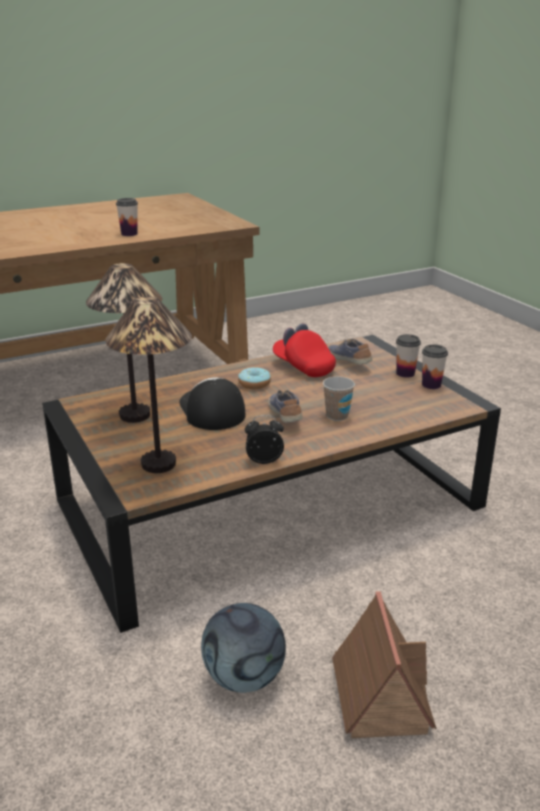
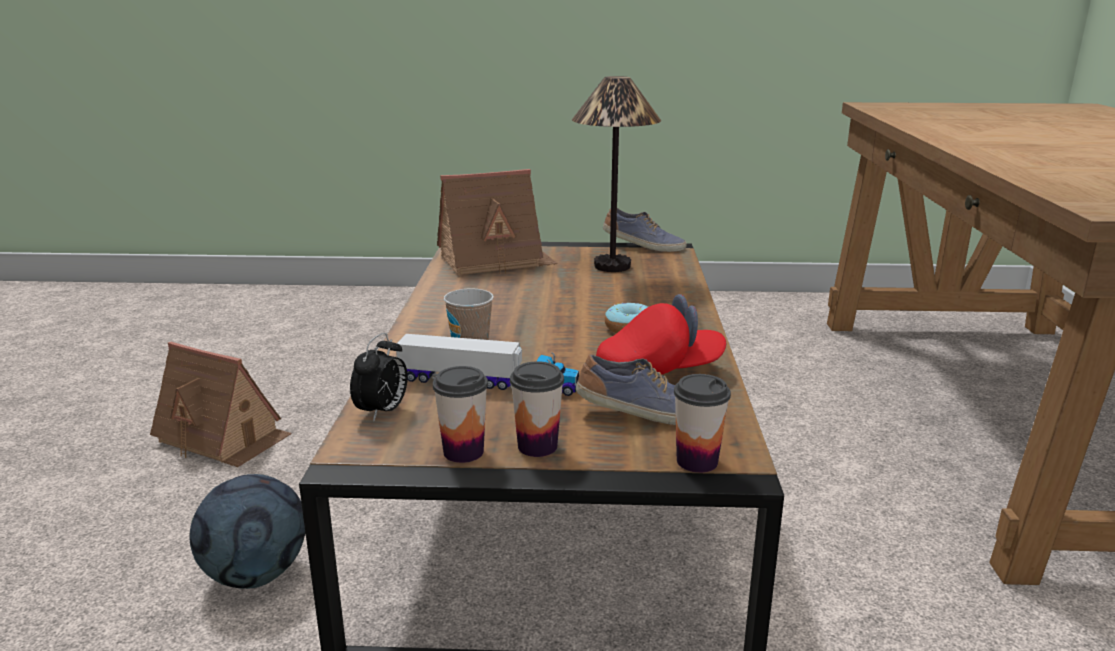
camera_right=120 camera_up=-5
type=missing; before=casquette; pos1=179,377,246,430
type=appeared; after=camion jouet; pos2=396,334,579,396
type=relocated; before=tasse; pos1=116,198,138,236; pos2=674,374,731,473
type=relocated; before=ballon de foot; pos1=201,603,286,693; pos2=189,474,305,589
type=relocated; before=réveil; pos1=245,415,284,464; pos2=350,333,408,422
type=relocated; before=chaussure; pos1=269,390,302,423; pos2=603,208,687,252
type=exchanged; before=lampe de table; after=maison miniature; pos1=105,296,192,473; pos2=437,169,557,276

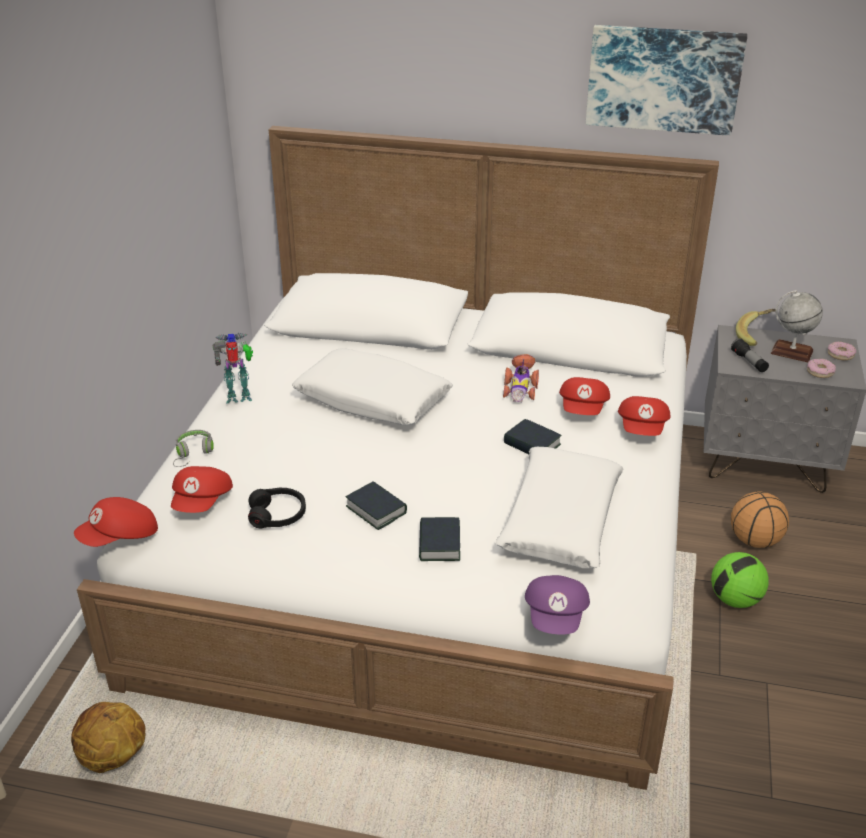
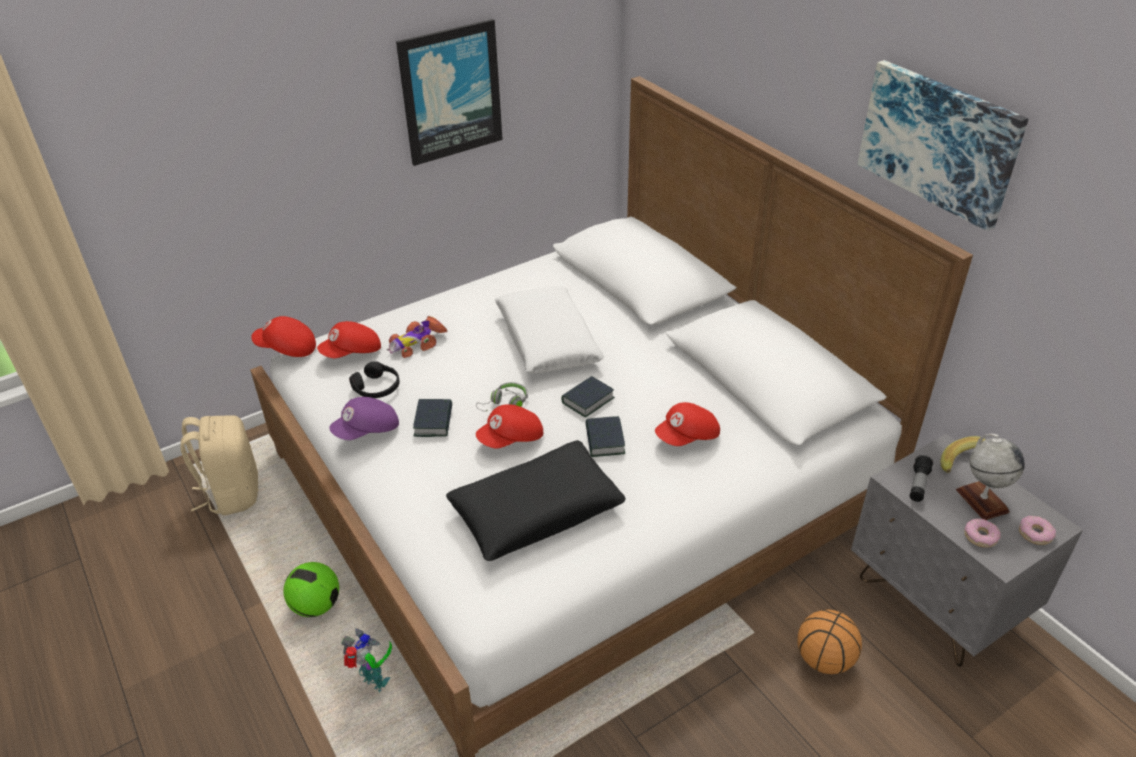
camera_right=45 camera_up=5
type=appeared; after=tableau; pos2=396,19,503,166
type=relocated; before=casque audio [gris]; pos1=173,430,214,467; pos2=476,382,528,412
type=relocated; before=robot jouet; pos1=213,333,253,403; pos2=341,628,392,692
type=relocated; before=livre; pos1=419,517,460,561; pos2=561,376,615,417
type=relocated; before=petite voiture; pos1=503,354,539,403; pos2=387,316,448,358
type=relocated; before=casquette [violet]; pos1=525,575,590,635; pos2=329,397,399,440
type=relocated; before=casquette [rouge]; pos1=618,396,671,436; pos2=476,404,543,448
type=relocated; before=ballon de foot; pos1=711,552,769,608; pos2=284,562,339,617
type=exchanged; before=ballon de basket; after=sac à dos [beige]; pos1=71,702,145,773; pos2=181,415,259,515
type=colour; before=coussin [blanc]; after=coussin [noir]; pos1=495,447,623,569; pos2=446,440,626,561

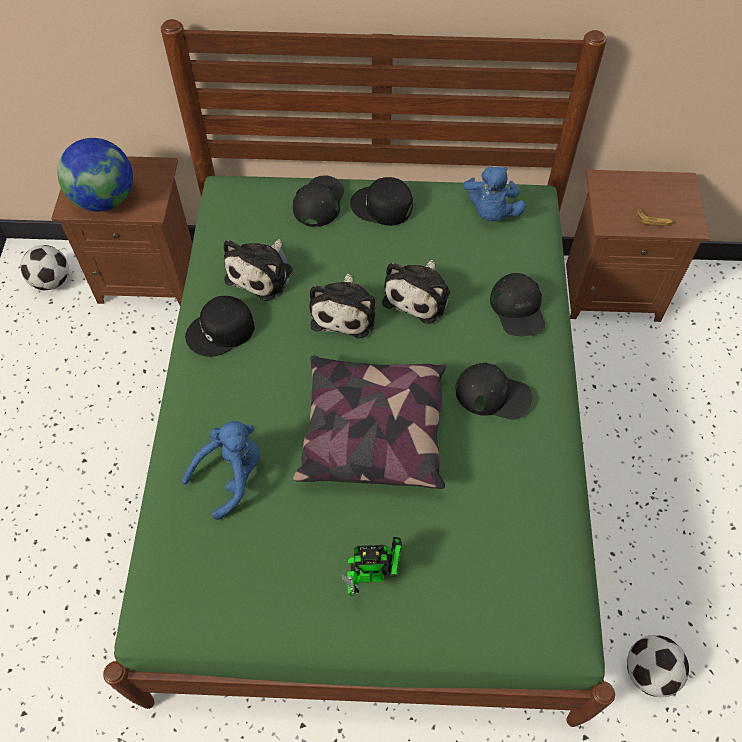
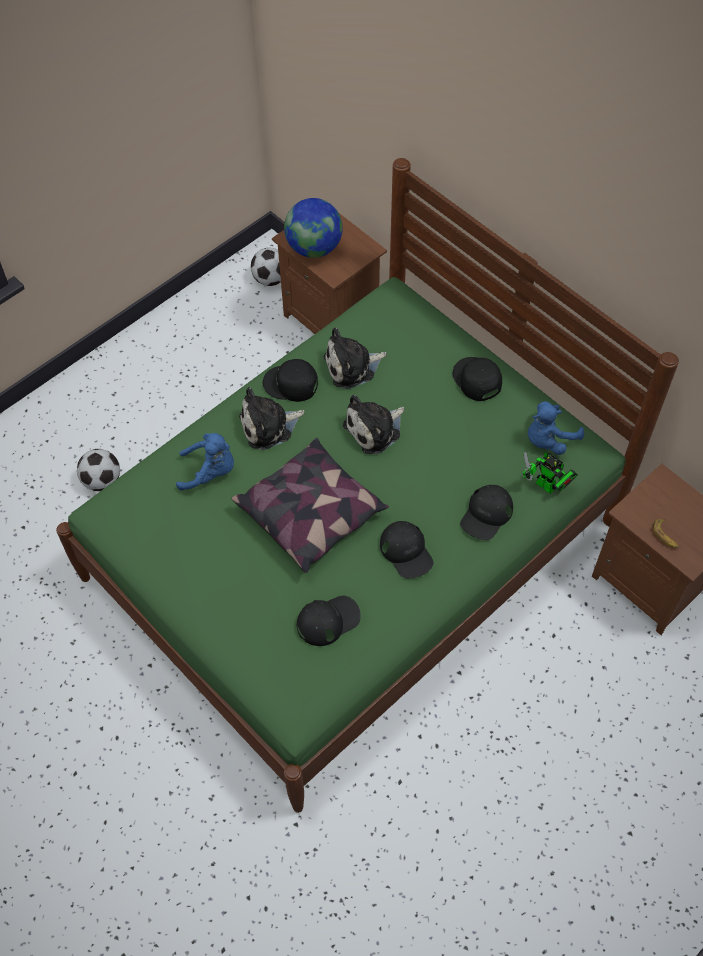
camera_right=45 camera_up=0
type=relocated; before=casquette [noir]; pos1=293,175,344,227; pos2=297,596,361,646
type=relocated; before=robot jouet; pos1=341,537,402,596; pos2=523,452,578,494
type=relocated; before=peluche; pos1=382,260,450,324; pos2=239,387,305,450
type=relocated; before=ballon de foot; pos1=627,635,689,697; pos2=77,449,120,491

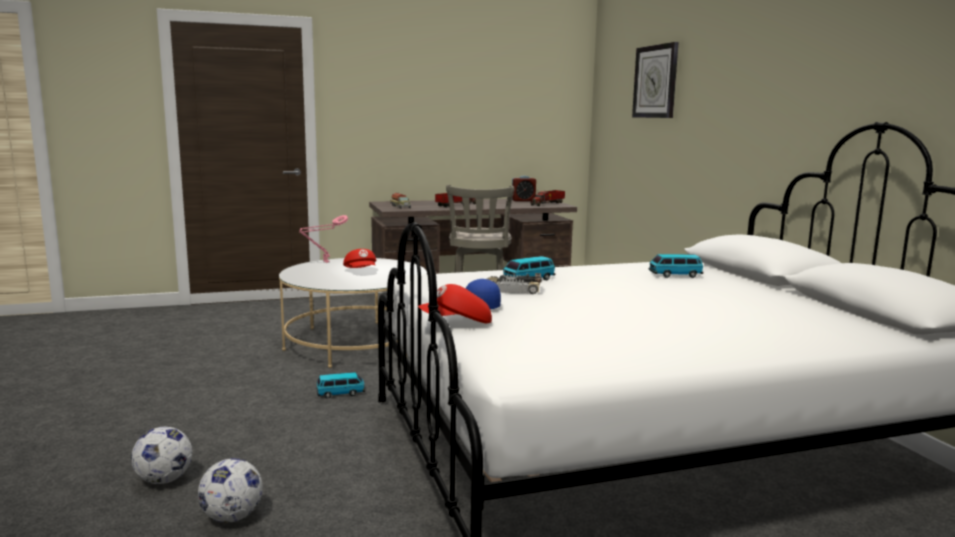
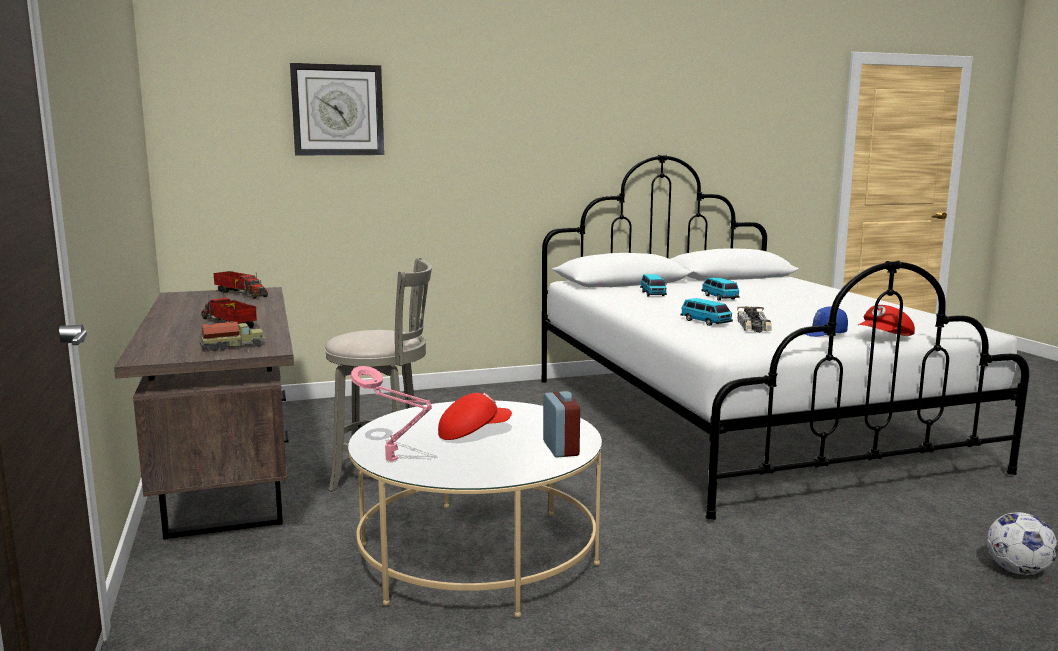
camera_right=-90 camera_up=0
type=missing; before=ballon de foot; pos1=131,427,193,484
type=relocated; before=petite voiture; pos1=317,372,365,398; pos2=701,277,740,300
type=relocated; before=réveil; pos1=512,176,536,201; pos2=543,391,580,458
type=spun; before=casquette [rouge]; pos1=418,284,492,323; pos2=858,305,915,336; turn=75

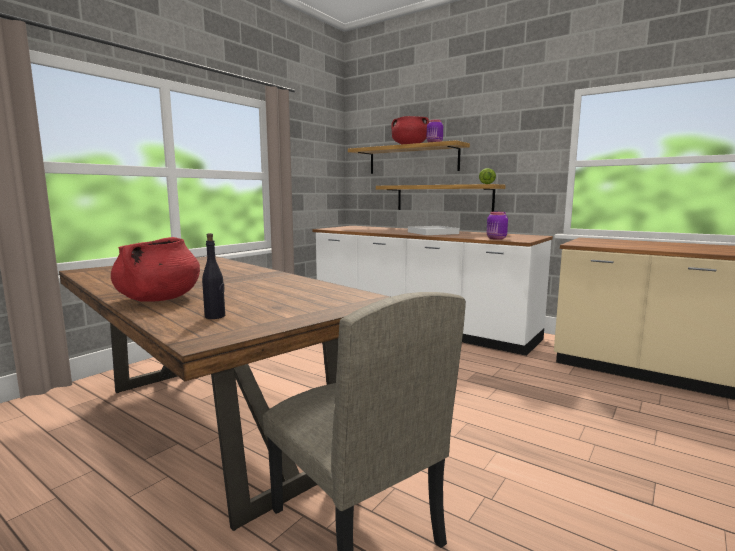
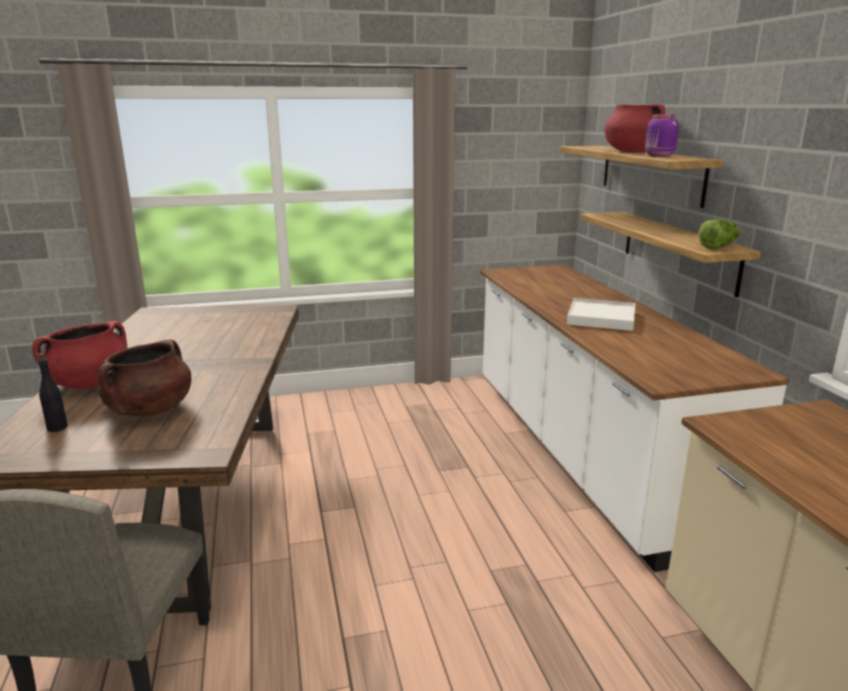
camera_right=40 camera_up=10
type=missing; before=bocal [violet]; pos1=487,212,508,240
type=appeared; after=marmite [marron]; pos2=98,339,191,417

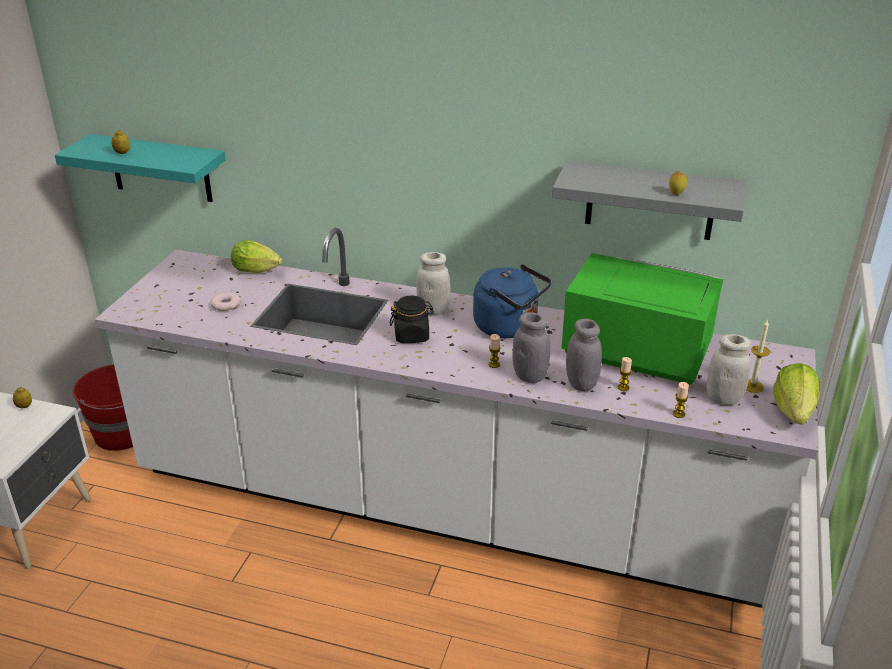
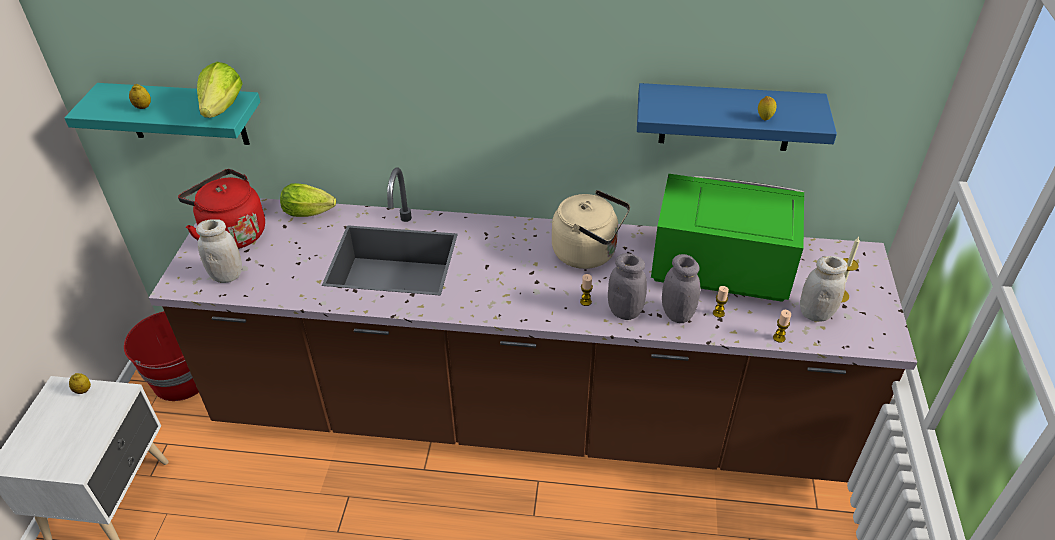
camera_right=-10 camera_up=10
type=missing; before=beignet; pos1=211,292,241,311
type=missing; before=bocal [noir]; pos1=390,295,434,343
type=appeared; after=bouilloire [rouge]; pos2=178,169,265,249
type=relocated; before=bocal [blanc]; pos1=416,252,451,315; pos2=196,219,242,283
type=relocated; before=laitue; pos1=773,363,820,425; pos2=197,62,243,118
type=colour; before=comptoir de cuisine [blanc]; after=comptoir de cuisine [marron]; pos1=94,228,819,608; pos2=149,167,917,482
type=colour; before=bouilloire [bleu]; after=bouilloire [beige]; pos1=473,264,552,338; pos2=552,190,630,269
type=colour; before=étagère [gris]; after=étagère [bleu]; pos1=552,161,747,240; pos2=637,83,837,151

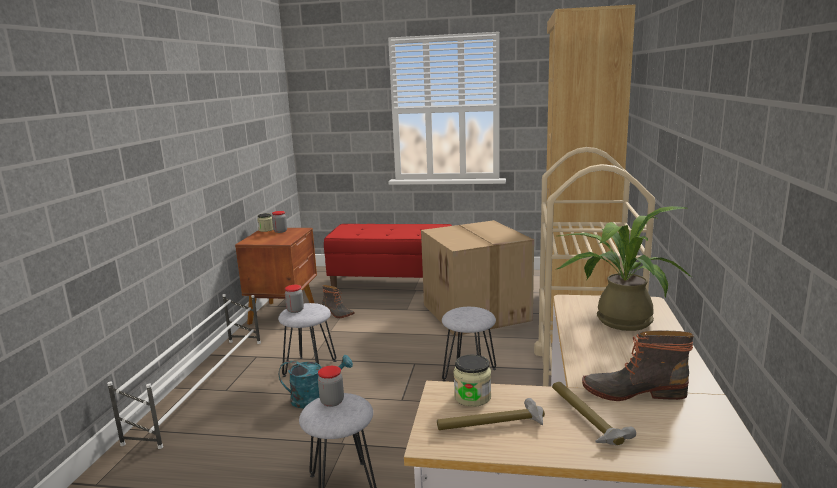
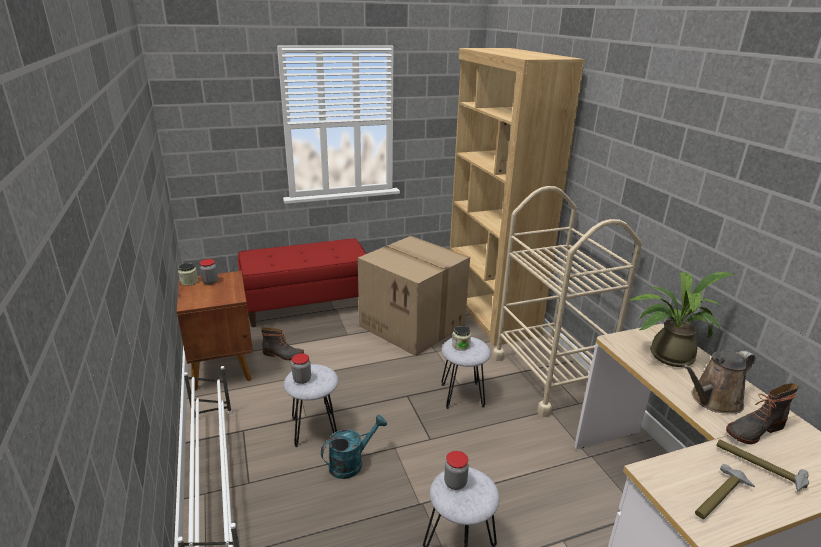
camera_right=-30 camera_up=10
type=appeared; after=arrosoir [marron]; pos2=682,350,756,414
type=relocated; before=bocal; pos1=454,355,491,407; pos2=452,326,471,351

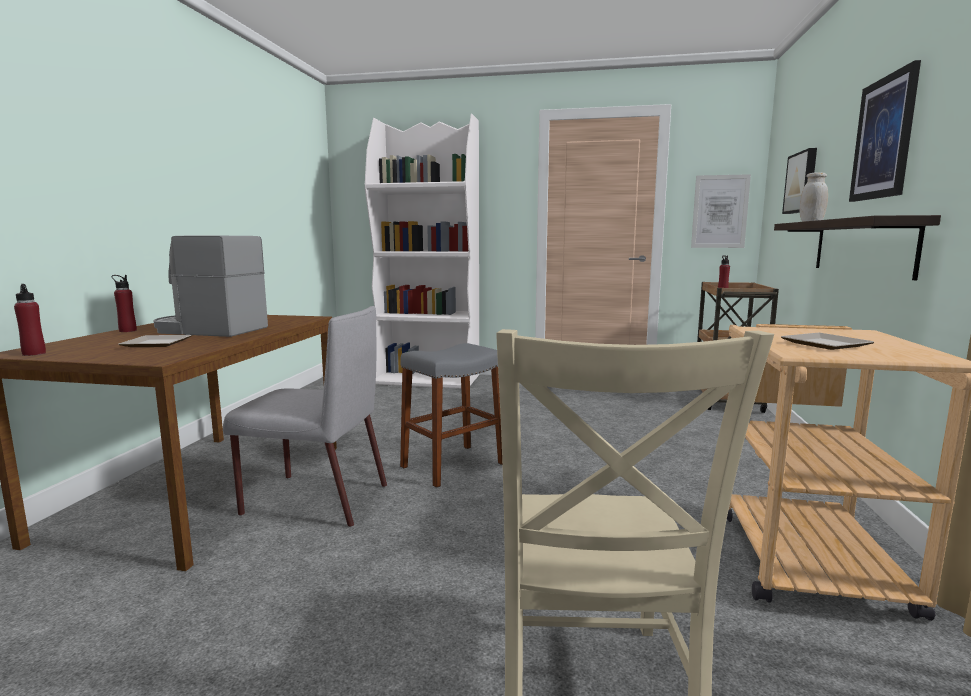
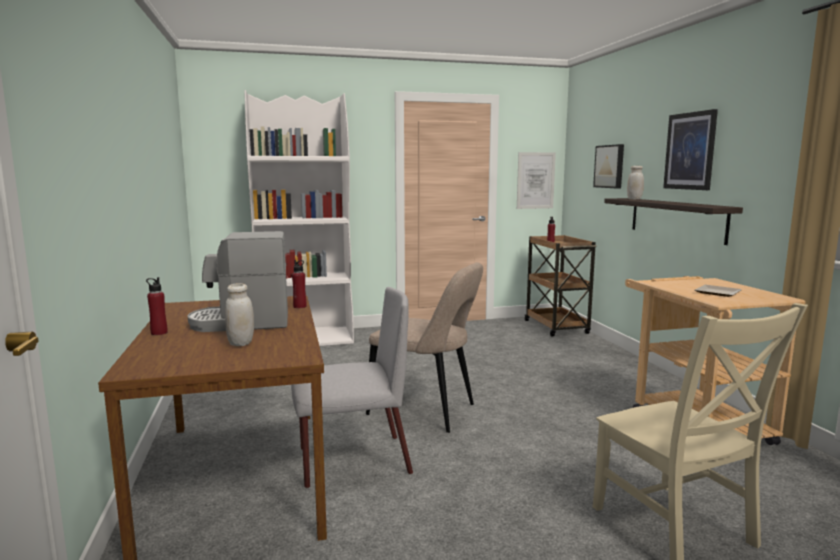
camera_right=-25 camera_up=0
type=relocated; before=bouteille [rouge]; pos1=14,284,46,356; pos2=292,260,306,308
type=exchanged; before=assiette; after=bocal [blanc]; pos1=118,335,192,347; pos2=225,283,254,346
type=exchanged; before=tabouret [gris]; after=chaise [beige]; pos1=400,343,502,488; pos2=366,262,483,433

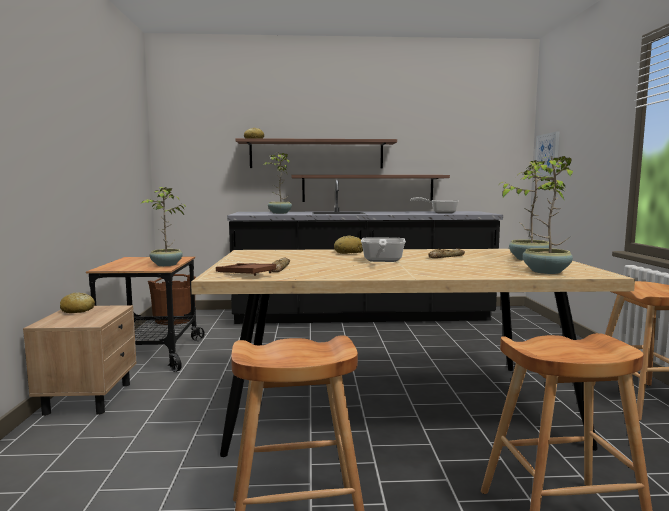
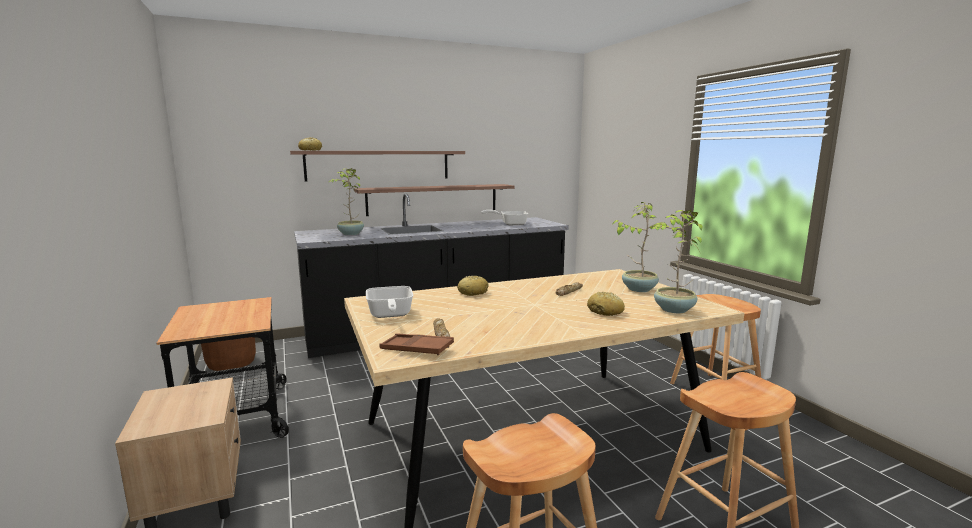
camera_right=-20 camera_up=5
type=missing; before=plante en pot; pos1=142,187,186,266
type=missing; before=tableau; pos1=535,132,559,176
type=relocated; before=pain; pos1=60,292,95,313; pos2=587,292,625,316
type=relocated; before=poêle; pos1=361,237,406,262; pos2=366,286,413,318

